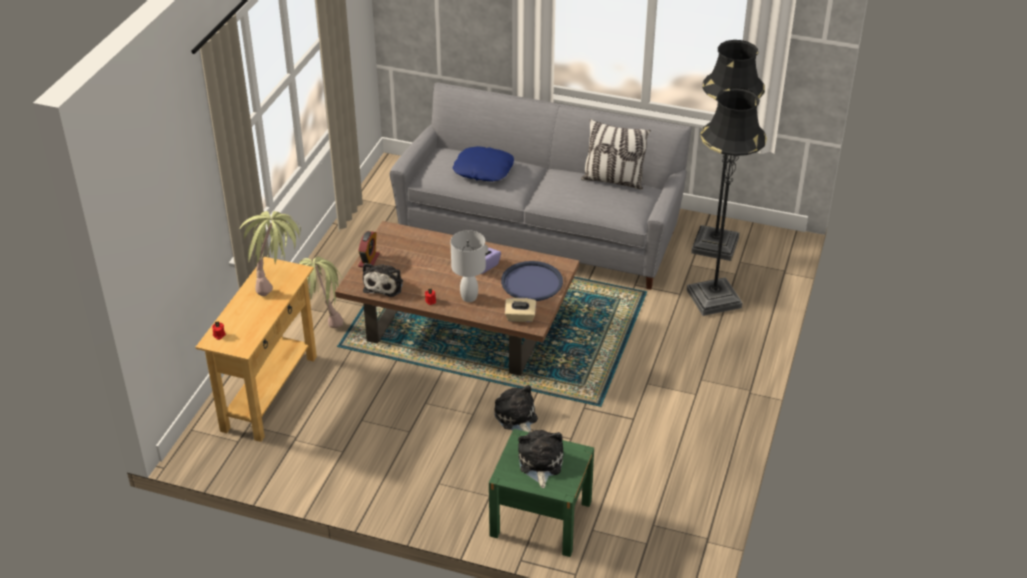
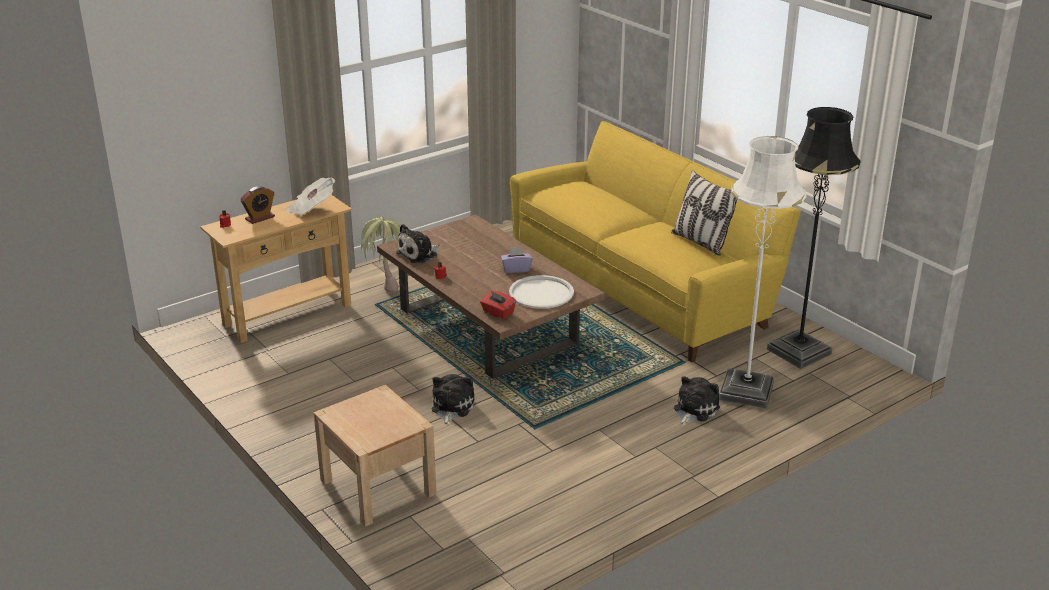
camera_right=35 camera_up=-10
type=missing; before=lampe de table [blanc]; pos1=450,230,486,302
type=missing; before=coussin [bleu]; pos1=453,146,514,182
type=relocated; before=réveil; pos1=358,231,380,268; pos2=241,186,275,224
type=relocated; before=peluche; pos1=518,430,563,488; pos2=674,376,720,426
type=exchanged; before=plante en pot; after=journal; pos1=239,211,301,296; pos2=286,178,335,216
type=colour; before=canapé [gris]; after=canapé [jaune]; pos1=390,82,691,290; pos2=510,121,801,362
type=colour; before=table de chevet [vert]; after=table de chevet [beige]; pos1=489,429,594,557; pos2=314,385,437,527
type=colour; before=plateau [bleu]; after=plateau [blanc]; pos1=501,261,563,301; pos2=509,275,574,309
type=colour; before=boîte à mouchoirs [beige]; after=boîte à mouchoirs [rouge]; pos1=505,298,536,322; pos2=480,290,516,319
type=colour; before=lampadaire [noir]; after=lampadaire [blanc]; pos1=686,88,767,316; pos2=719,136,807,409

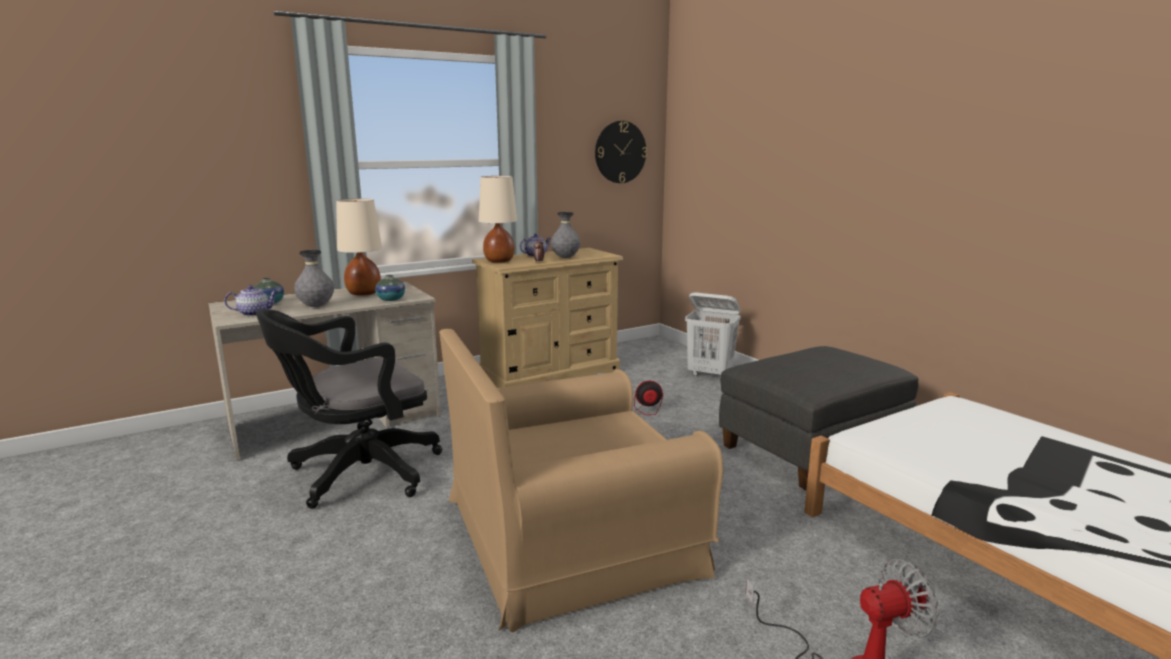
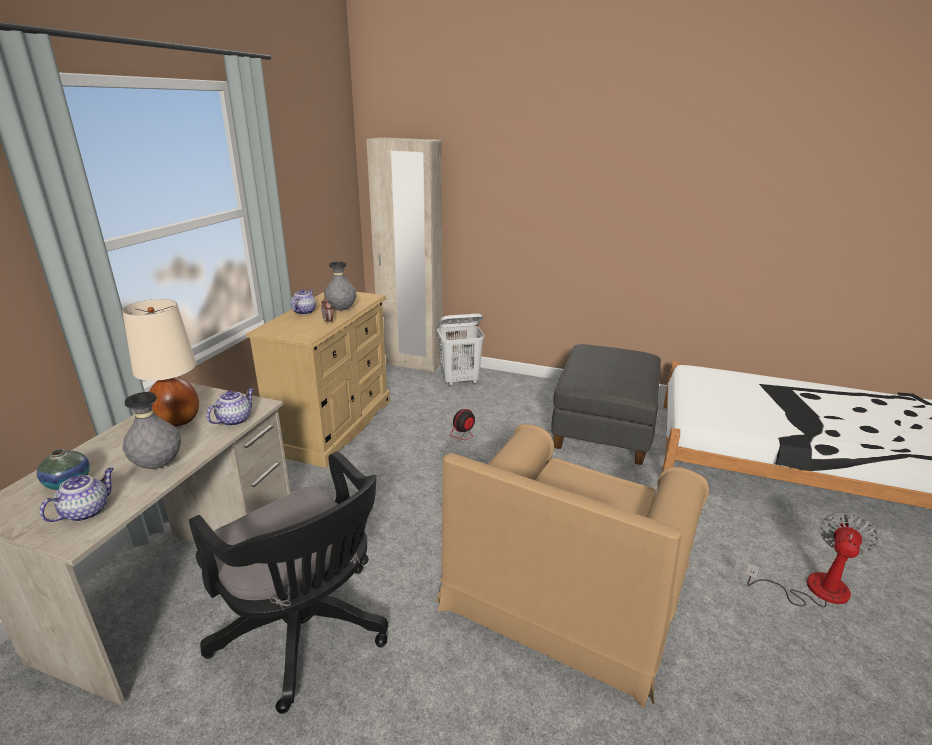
camera_right=-40 camera_up=10
type=missing; before=lampe de table [beige]; pos1=479,176,517,263
type=missing; before=horloge murale; pos1=595,121,647,183
type=appeared; after=armoire [beige]; pos2=366,137,442,372
type=exchanged; before=vase; after=théière; pos1=375,275,405,301; pos2=206,388,254,426
type=spun; before=chaise de bureau [noir]; pos1=256,309,442,509; pos2=189,451,388,714; turn=-60

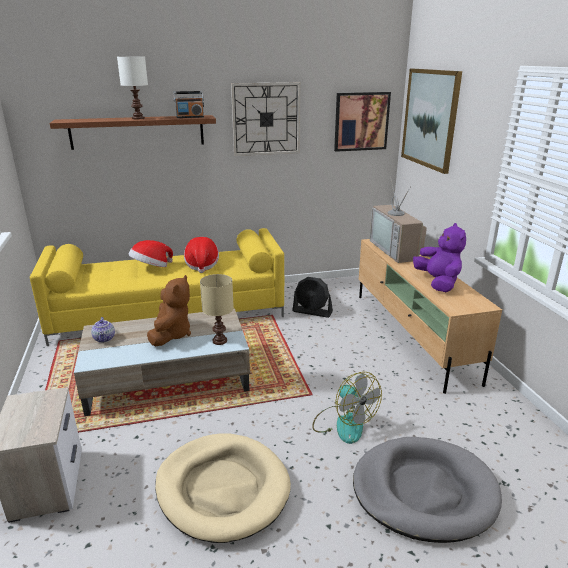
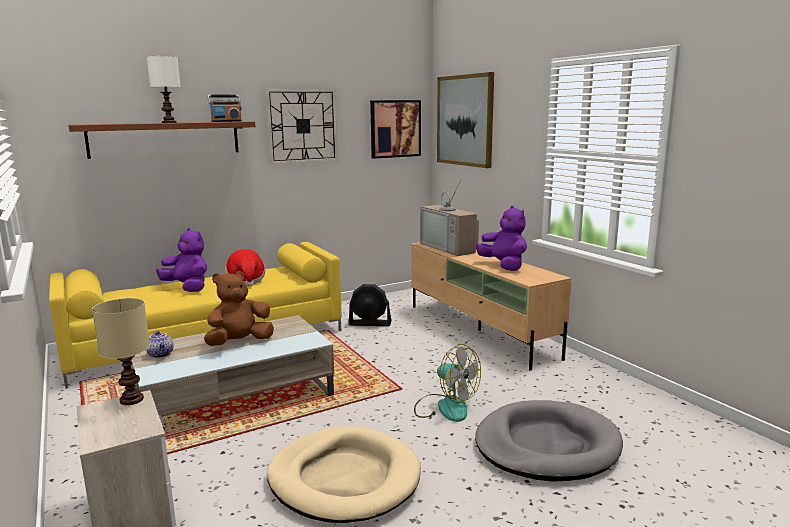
camera_right=-15 camera_up=-10
type=relocated; before=lampe de table [beige]; pos1=200,274,234,345; pos2=92,298,150,405
type=exchanged; before=chapeau; after=peluche [violet]; pos1=129,240,173,267; pos2=156,228,207,292
type=spun; before=peluche [marron]; pos1=147,275,191,346; pos2=204,271,274,346; turn=-120

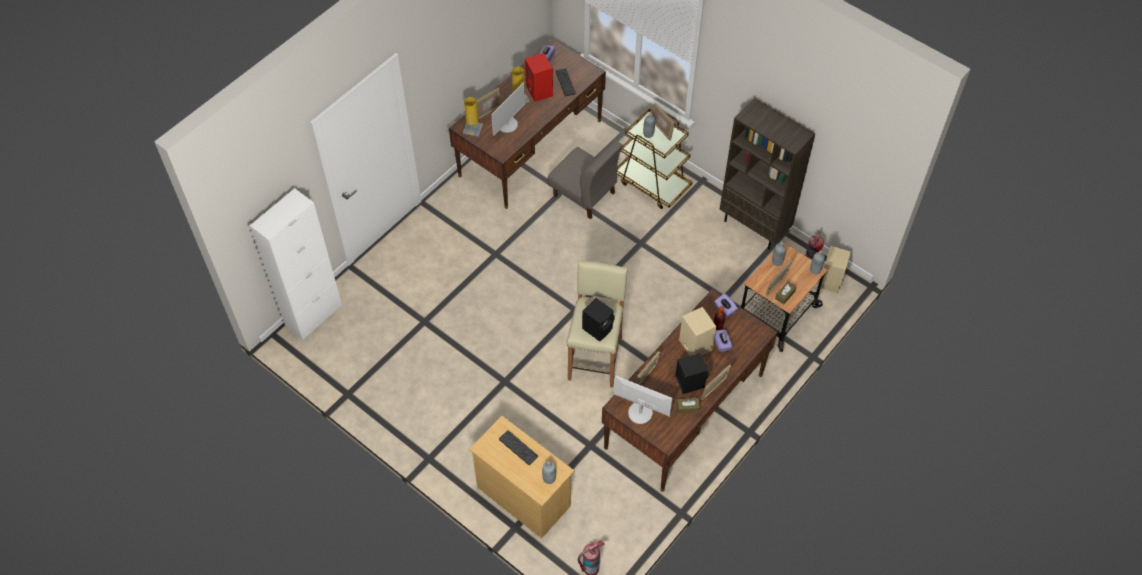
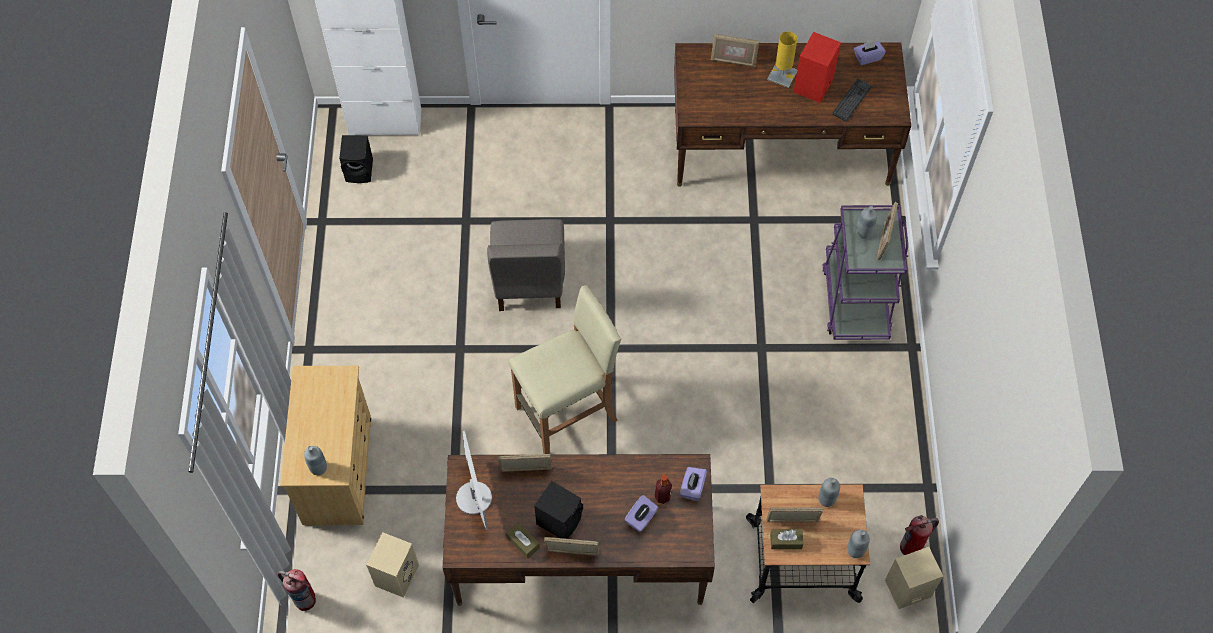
camera_right=50 camera_up=5
type=missing; before=lampe de table [jaune]; pos1=463,97,483,137
type=missing; before=écran d'ordinateur; pos1=491,82,525,136
type=missing; before=clavier; pos1=499,430,538,465
type=missing; before=bibliothèque [marron]; pos1=720,98,815,249
type=relocated; before=chaise [gris]; pos1=548,141,622,219; pos2=487,219,565,311
type=relocated; before=enceinte [noir]; pos1=582,298,615,341; pos2=339,135,373,183
type=relocated; before=enceinte [beige]; pos1=679,307,716,356; pos2=366,532,419,598
type=colour; before=chariot [marron]; after=chariot [violet]; pos1=617,108,692,209; pos2=822,205,908,340

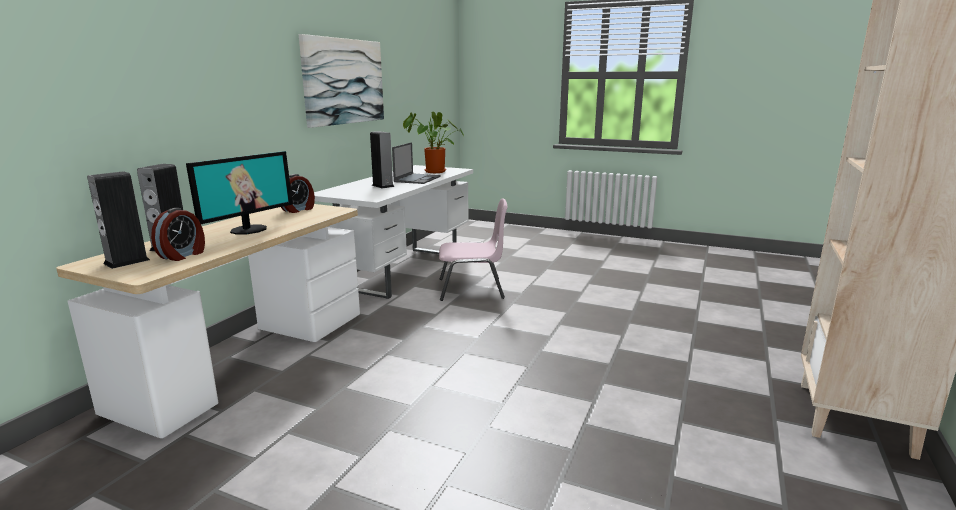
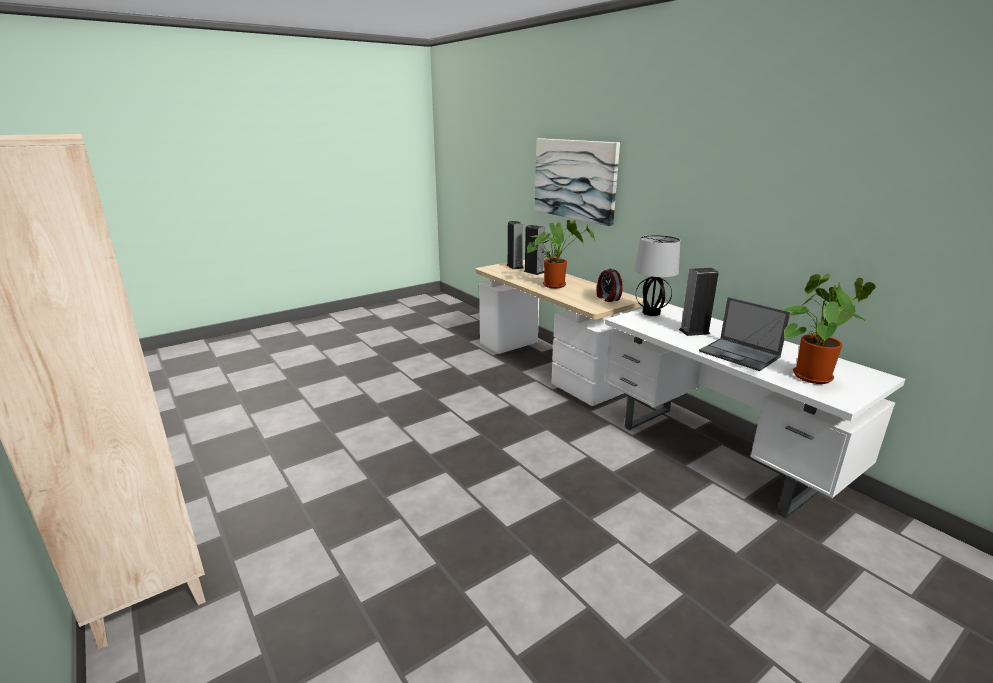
camera_right=120 camera_up=5
type=missing; before=réveil; pos1=151,208,205,261
type=missing; before=chaise [rose]; pos1=439,198,508,301
type=appeared; after=lampe de table; pos2=634,235,680,316
type=relocated; before=tableau; pos1=299,34,384,128; pos2=535,138,620,226
type=exchanged; before=écran d'ordinateur; after=plante en pot; pos1=186,151,293,235; pos2=525,220,595,288

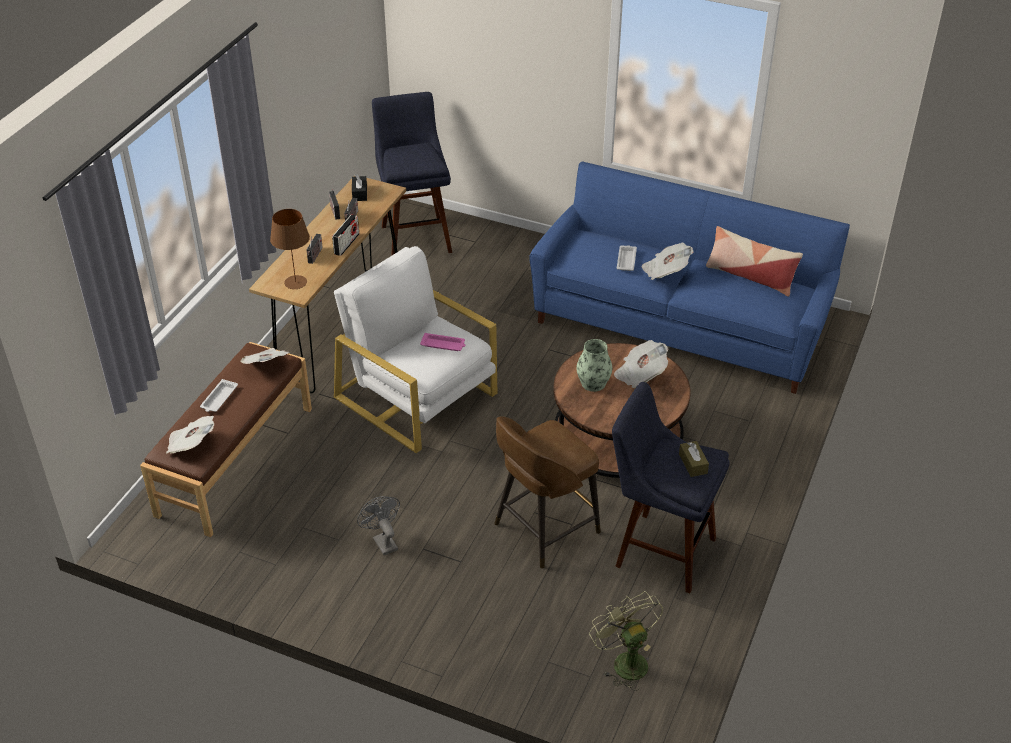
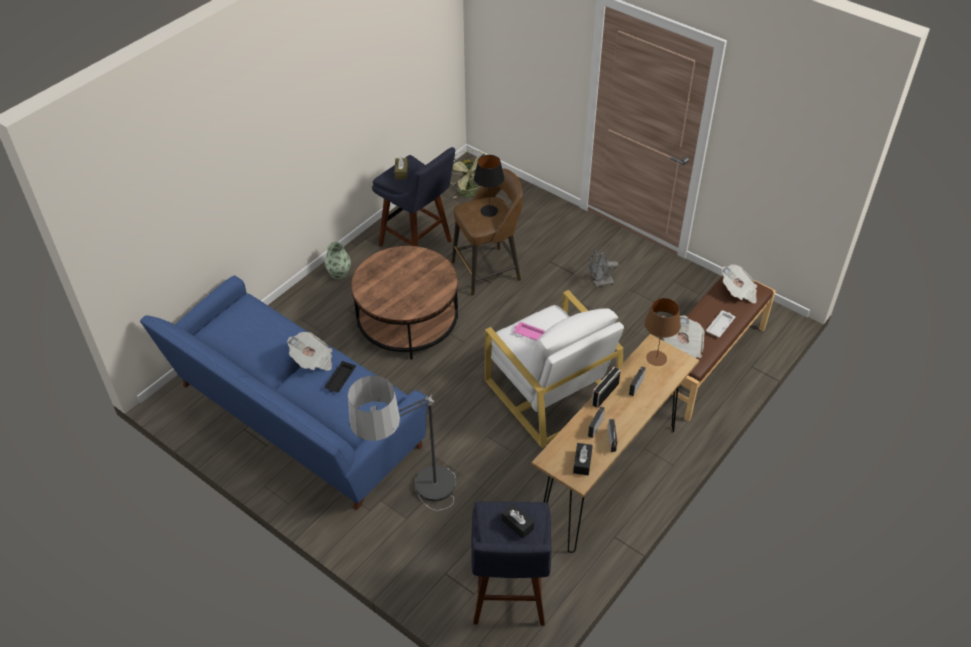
camera_right=-165 camera_up=5
type=missing; before=journal; pos1=614,340,669,388
type=missing; before=coussin; pos1=706,226,803,296
type=appeared; after=lampadaire; pos2=348,376,456,511
type=appeared; after=lampe de table [noir]; pos2=474,155,504,217
type=appeared; after=boîte à mouchoirs [noir]; pos2=502,504,534,539
type=relocated; before=vase; pos1=576,339,612,392; pos2=325,242,351,279
type=colour; before=plateau [blanc]; after=plateau [noir]; pos1=617,245,637,271; pos2=324,361,356,392
type=spun; before=ventilateur [gris]; pos1=357,496,400,555; pos2=589,249,619,287; turn=90

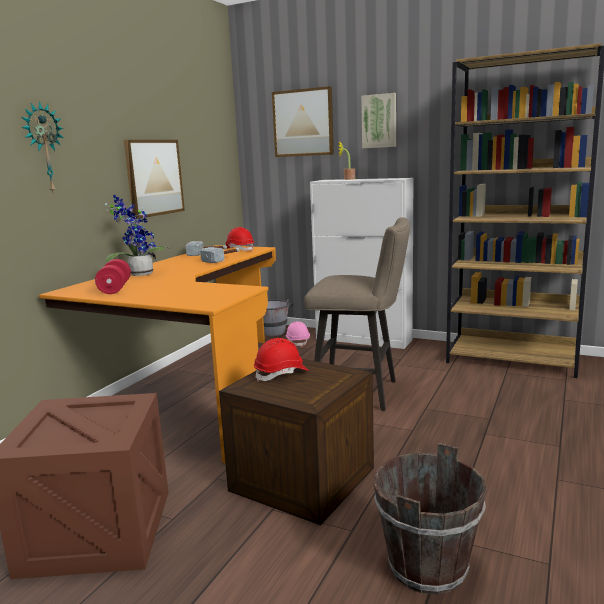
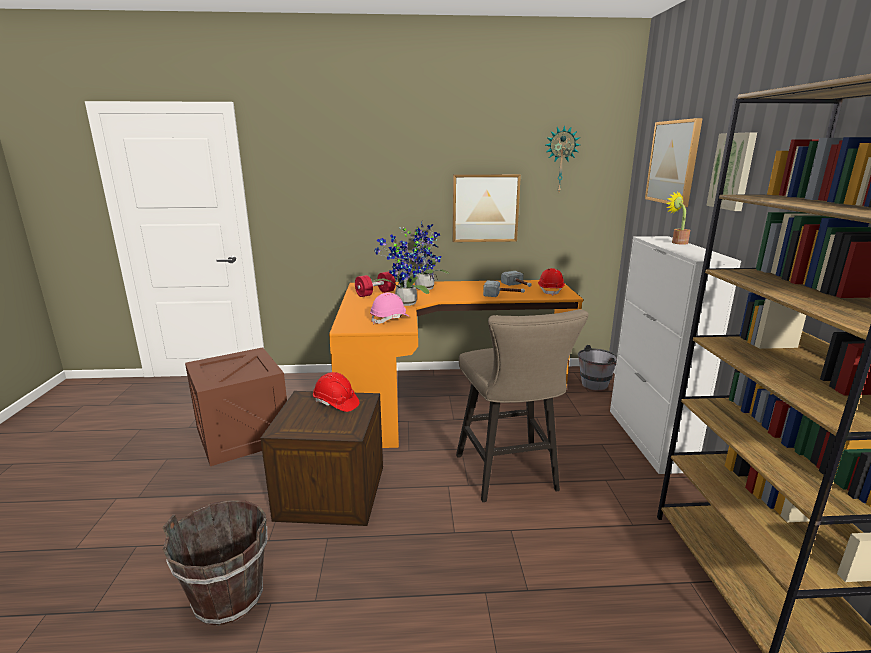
camera_right=60 camera_up=5
type=appeared; after=plante en pot; pos2=373,234,430,306
type=relocated; before=horloge murale; pos1=22,101,64,195; pos2=546,125,580,192
type=relocated; before=casque de chantier [rose]; pos1=286,321,310,347; pos2=370,292,410,324

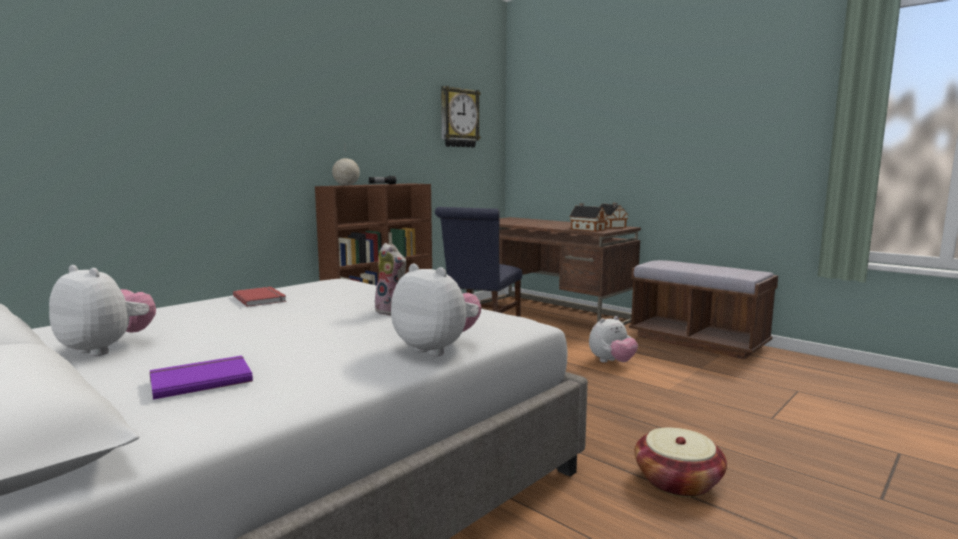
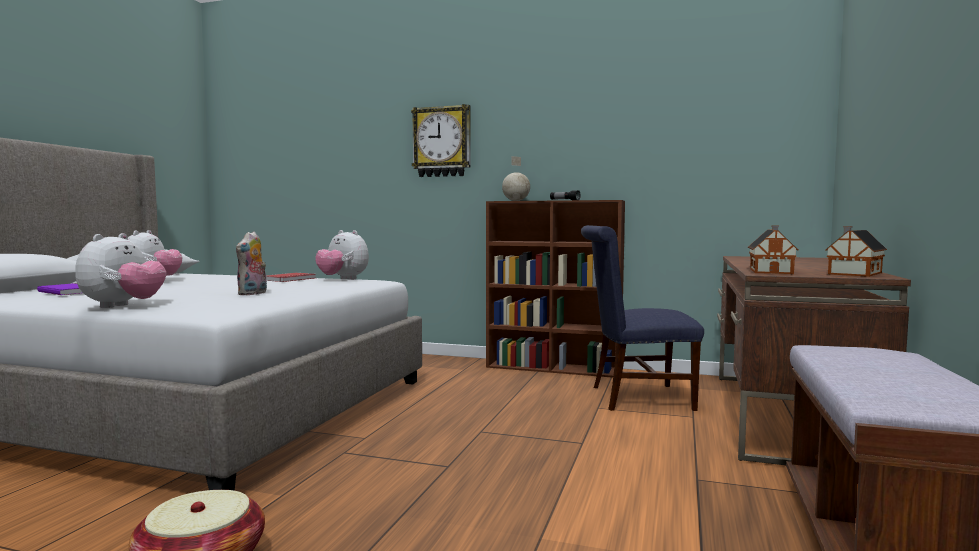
camera_right=65 camera_up=-5
type=relocated; before=horloge murale; pos1=441,86,481,148; pos2=411,104,471,177
type=relocated; before=peluche; pos1=589,316,638,362; pos2=315,230,369,280

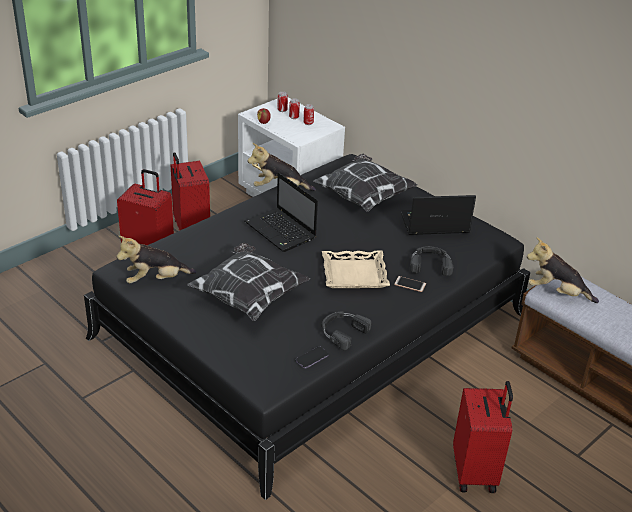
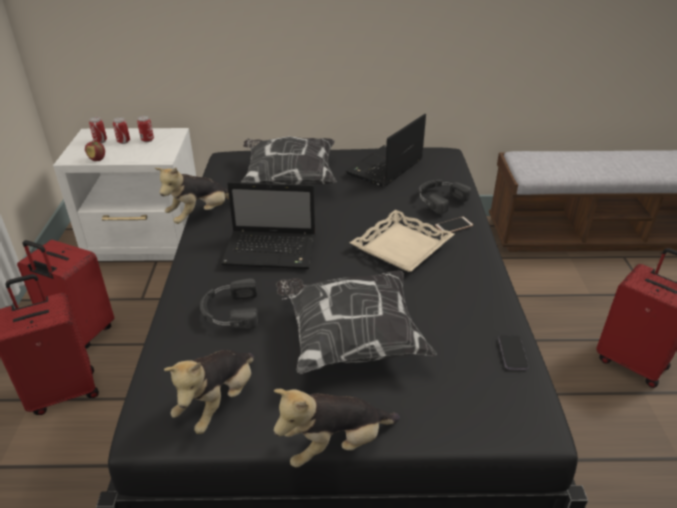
camera_right=-45 camera_up=0
type=relocated; before=casque audio [noir]; pos1=322,311,371,350; pos2=200,278,259,329
type=relocated; before=peluche; pos1=527,237,599,303; pos2=274,389,400,468

